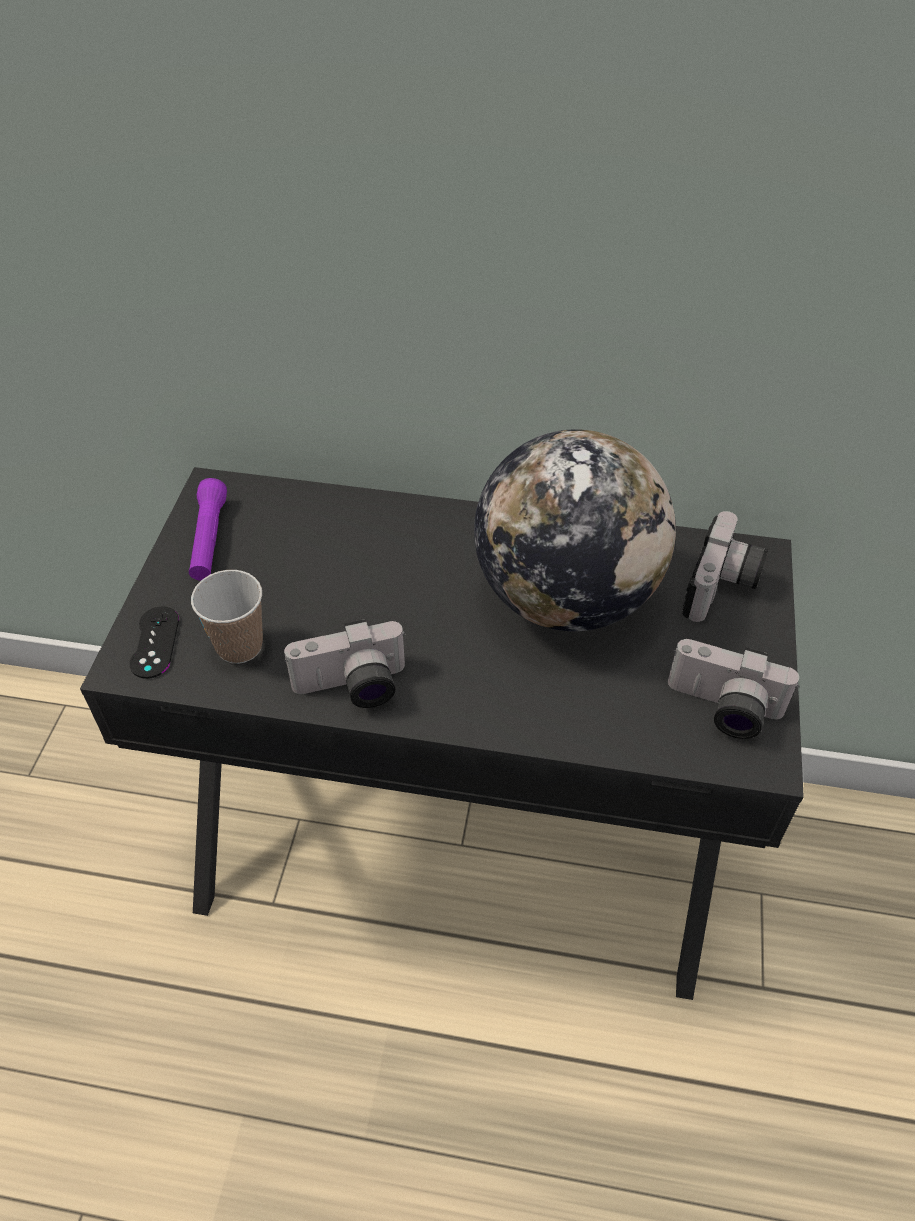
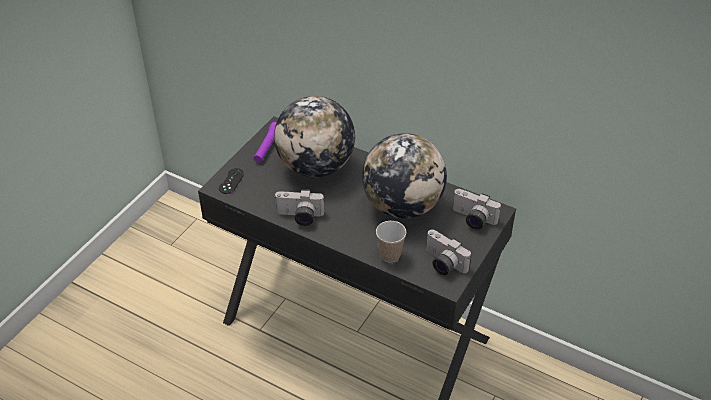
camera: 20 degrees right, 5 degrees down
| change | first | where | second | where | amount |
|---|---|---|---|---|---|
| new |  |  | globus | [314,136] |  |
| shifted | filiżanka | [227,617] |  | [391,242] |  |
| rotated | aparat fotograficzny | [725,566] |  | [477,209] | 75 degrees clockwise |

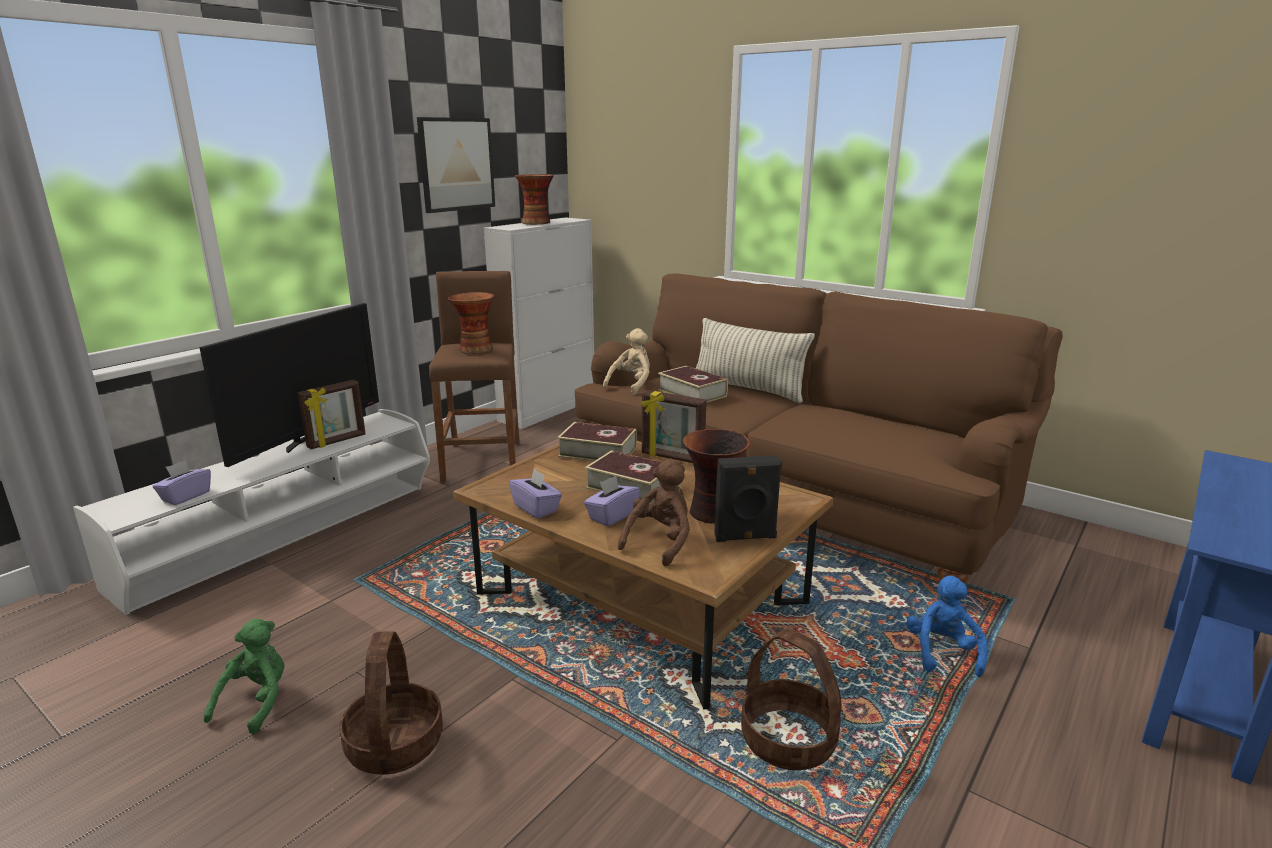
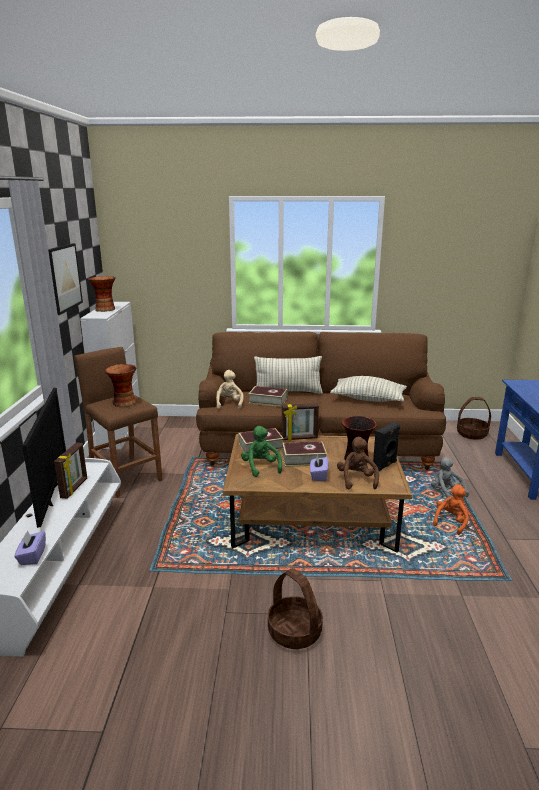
camera: 35 degrees left, 0 degrees up
| change | first | where | second | where | amount |
|---|---|---|---|---|---|
| shifted | pluszak [zielony] | [244,676] |  | [261,451] |  |
| new |  |  | poduszka | [368,389] |  |
| repainted | pluszak [niebieski] | [947,626] | pluszak [szary] | [450,477] |  |
| new |  |  | pluszak [pomarańczowy] | [451,509] |  |
| shifted | koszyk | [791,699] |  | [474,418] |  |
| gone | pudełko chusteczek [fioletowy] | [535,494] |  |  |  |

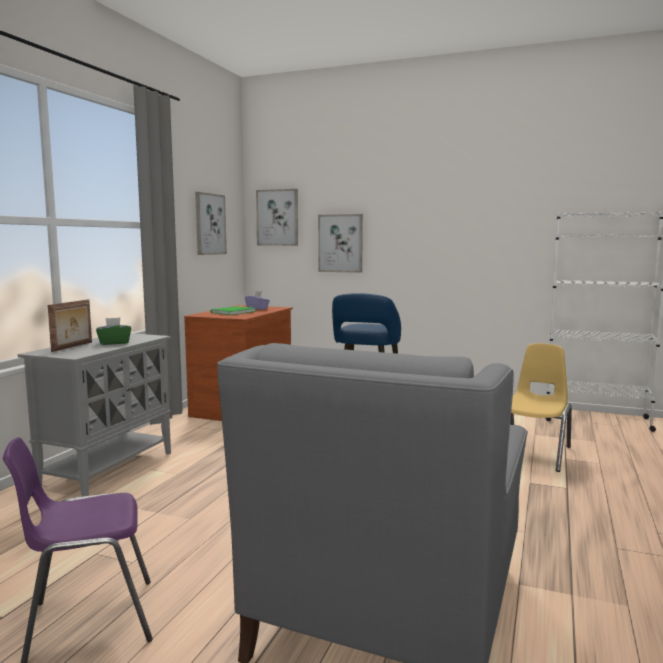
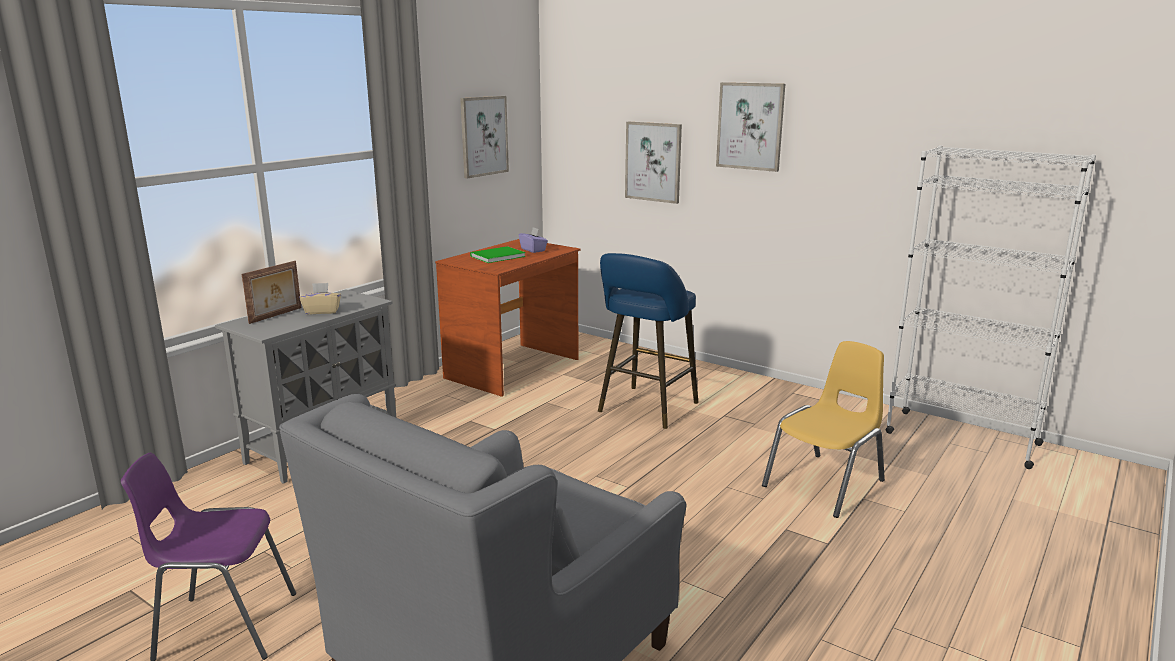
camera: 15 degrees right, 10 degrees up
| change | first | where | second | where | amount |
|---|---|---|---|---|---|
| repainted | pudełko chusteczek [zielony] | [113,331] | pudełko chusteczek [beżowy] | [320,298] |  |
| shifted | obraz | [277,217] |  | [750,127] |  |

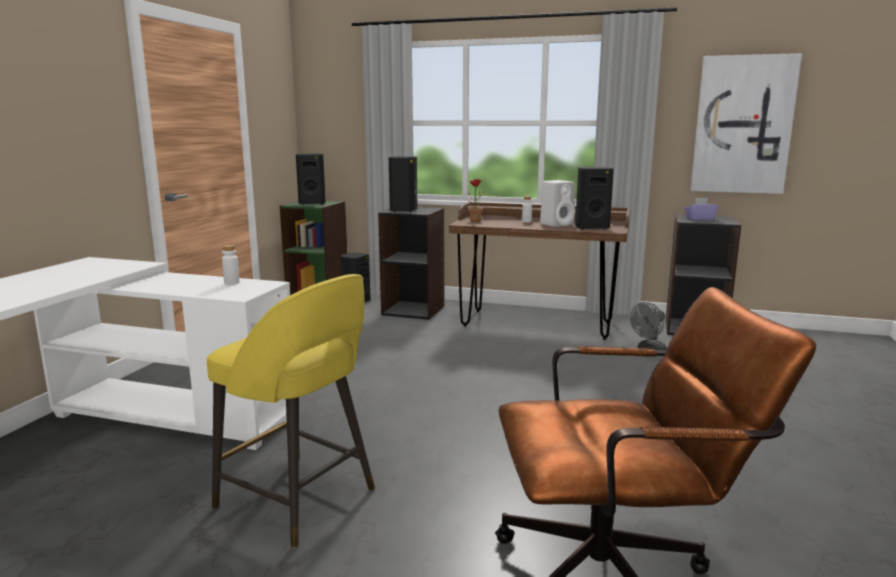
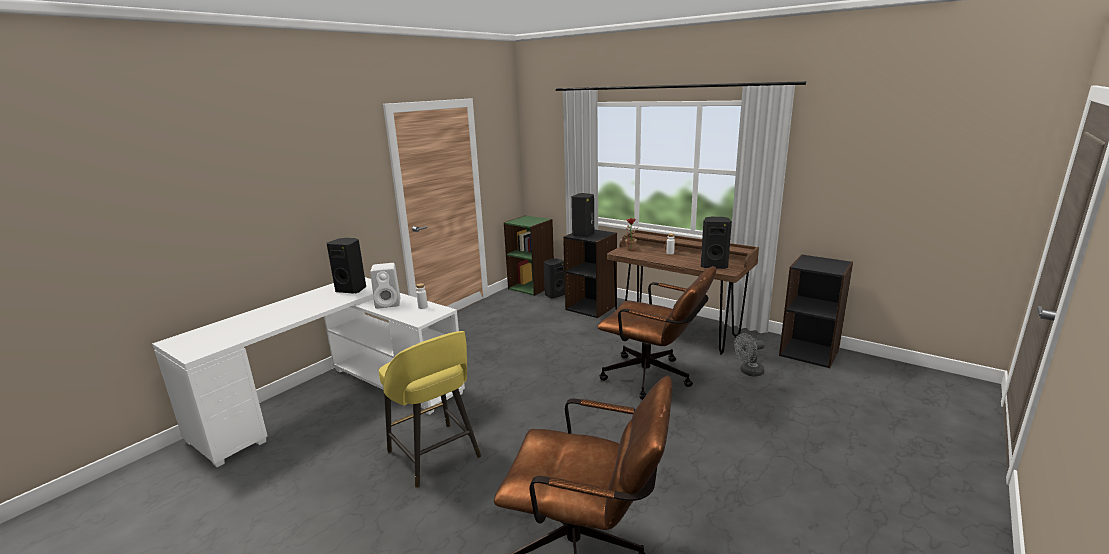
camera: 20 degrees right, 5 degrees up
| change | first | where | second | where | amount |
|---|---|---|---|---|---|
| shifted | głośnik [czarny] | [311,179] |  | [346,266] |  |
| shifted | głośnik [biały] | [557,203] |  | [385,286] |  |
| new |  |  | krzesło biurowe [brązowy] | [656,333] |  |
| gone | pudełko chusteczek [fioletowy] | [701,209] |  |  |  |
| gone | obraz | [746,123] |  |  |  |

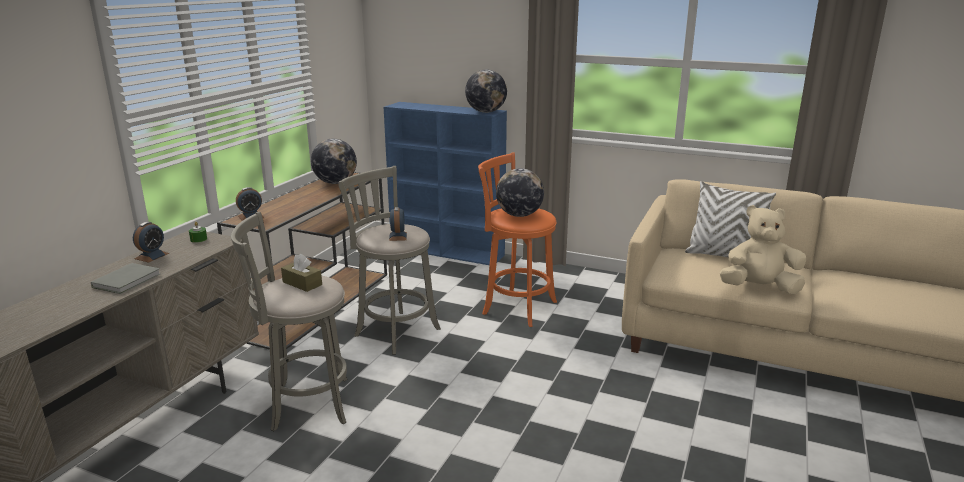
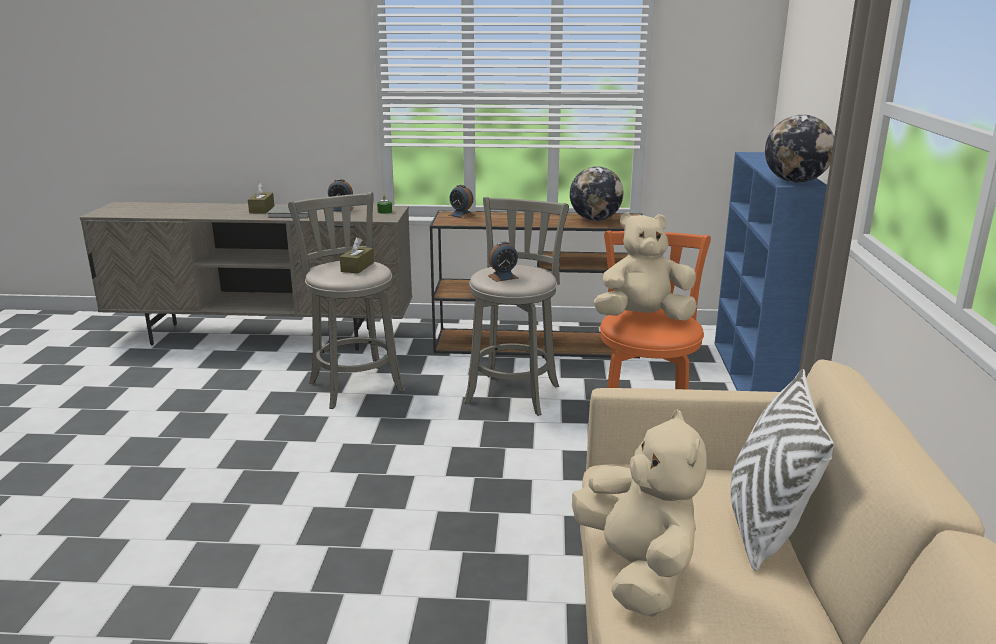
camera: 70 degrees right, 0 degrees up
| change | first | where | second | where | amount |
|---|---|---|---|---|---|
| new |  |  | pudełko chusteczek [brązowy] | [261,198] |  |
| swapped | globus | [520,192] | pluszak [beżowy] | [645,266] |  |

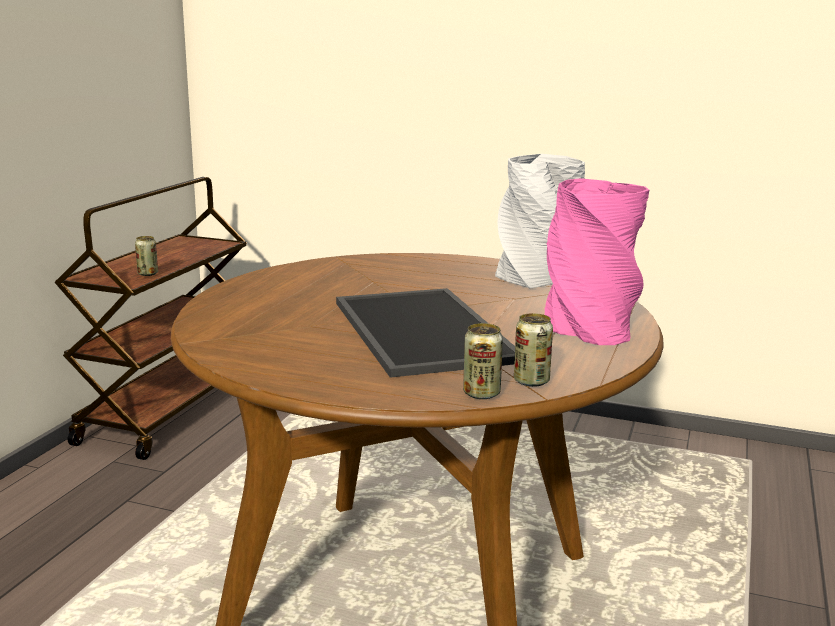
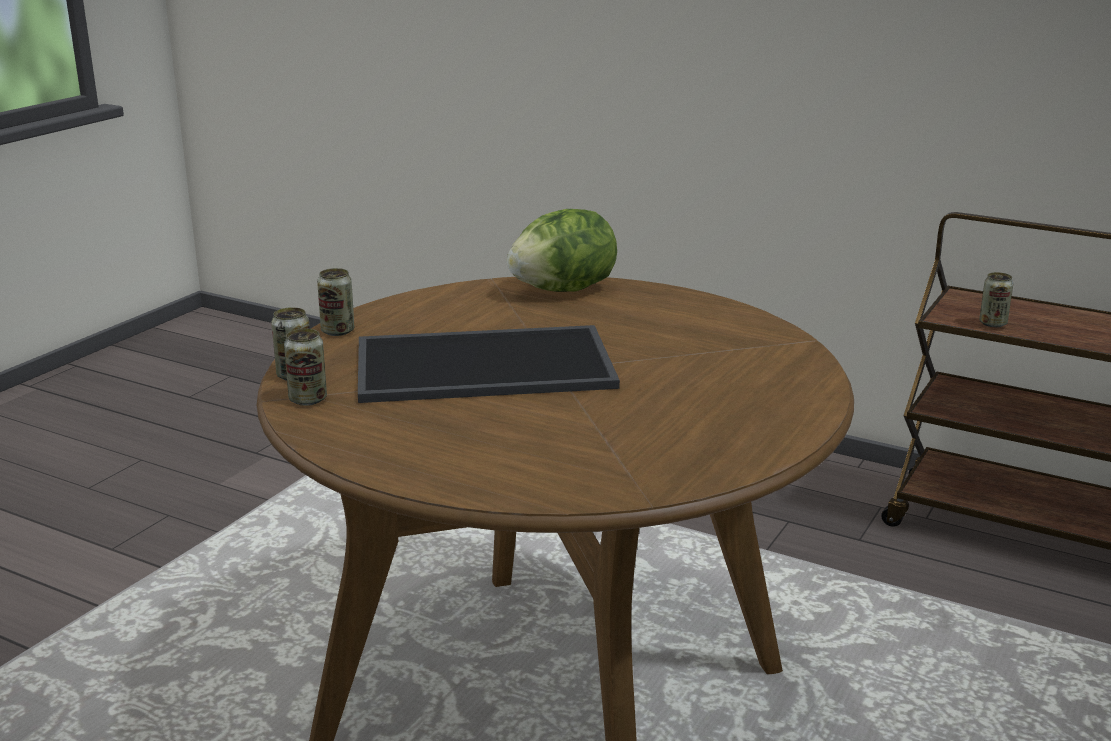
camera: 100 degrees right, 5 degrees up
| change | first | where | second | where | amount |
|---|---|---|---|---|---|
| new |  |  | puszka | [335,302] |  |
| new |  |  | sałata | [562,250] |  |
| gone | wazon [szary] | [540,221] |  |  |  |
| gone | wazon [różowy] | [597,261] |  |  |  |

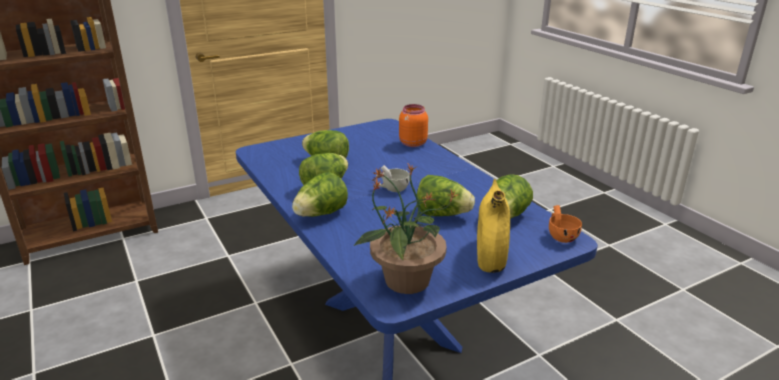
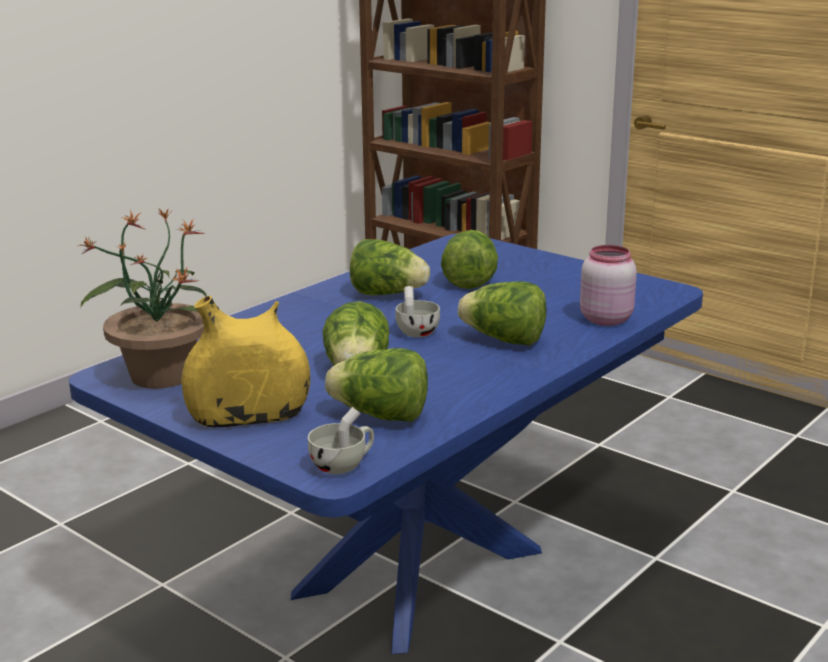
camera: 70 degrees right, 5 degrees down
| change | first | where | second | where | amount |
|---|---|---|---|---|---|
| repainted | filiżanka [pomarańczowy] | [565,224] | filiżanka [biały] | [341,440] |  |
| shifted | sałata | [320,194] |  | [502,313] |  |
| repainted | słoik [pomarańczowy] | [413,125] | słoik [różowy] | [608,285] |  |

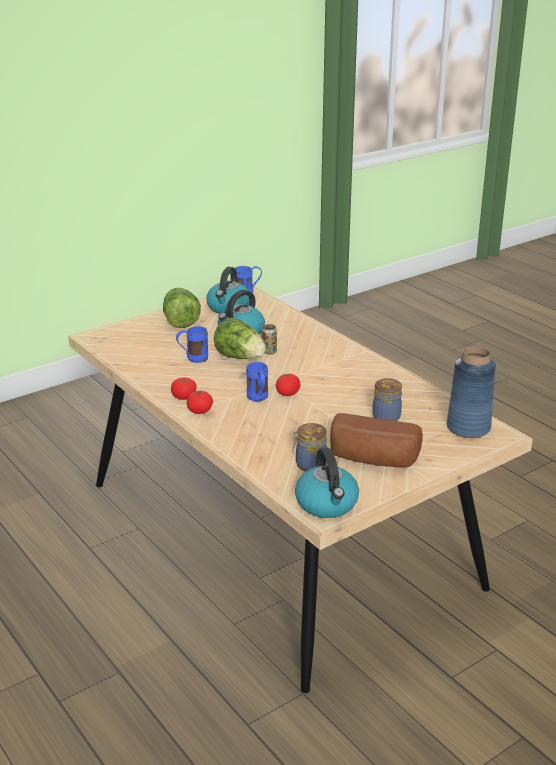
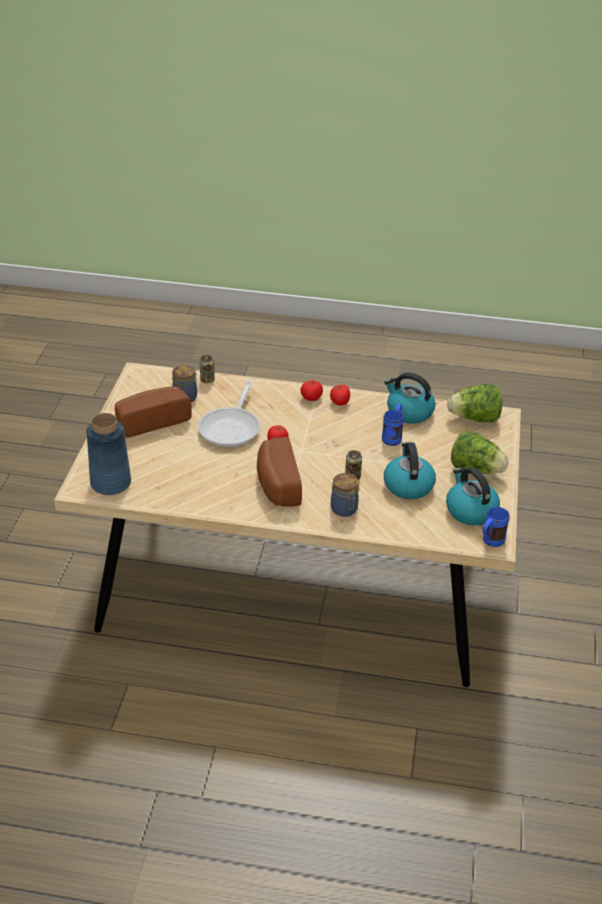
camera: 135 degrees right, 10 degrees up
| change | first | where | second | where | amount |
|---|---|---|---|---|---|
| new |  |  | patelnia | [229,413] |  |
| new |  |  | puszka | [207,369] |  |
| new |  |  | chleb | [279,472] |  |
| shifted | słoik | [387,399] |  | [345,495] |  |
| shifted | czajnik | [327,482] |  | [410,398] |  |
| shifted | sałata | [240,338] |  | [474,403] |  |
| gone | kubek [niebieski] | [257,382] |  |  |  |

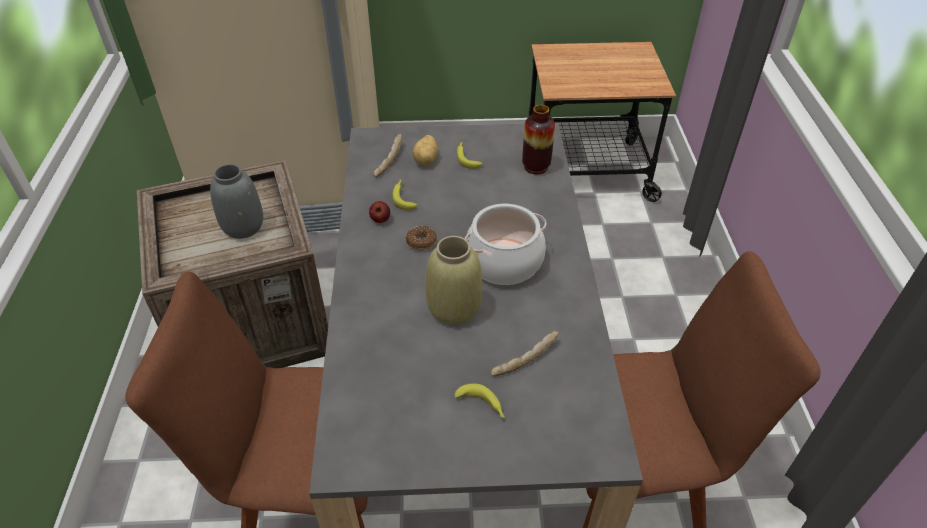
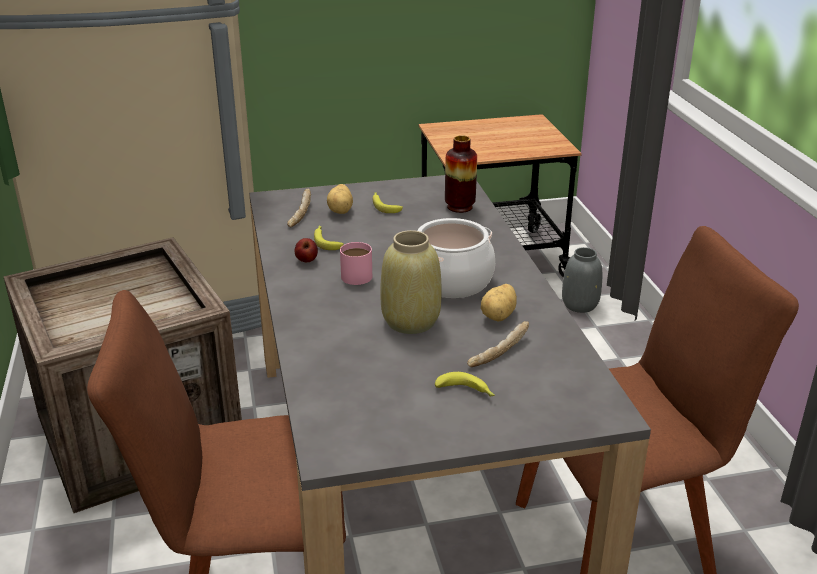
camera: 10 degrees left, 15 degrees down
| change | first | where | second | where | amount |
|---|---|---|---|---|---|
| swapped | donut | [421,238] | kubek [różowy] | [356,263] |  |
| new |  |  | ziemniak | [499,303] |  |
| shifted | wazon [szary] | [236,201] |  | [582,280] |  |

